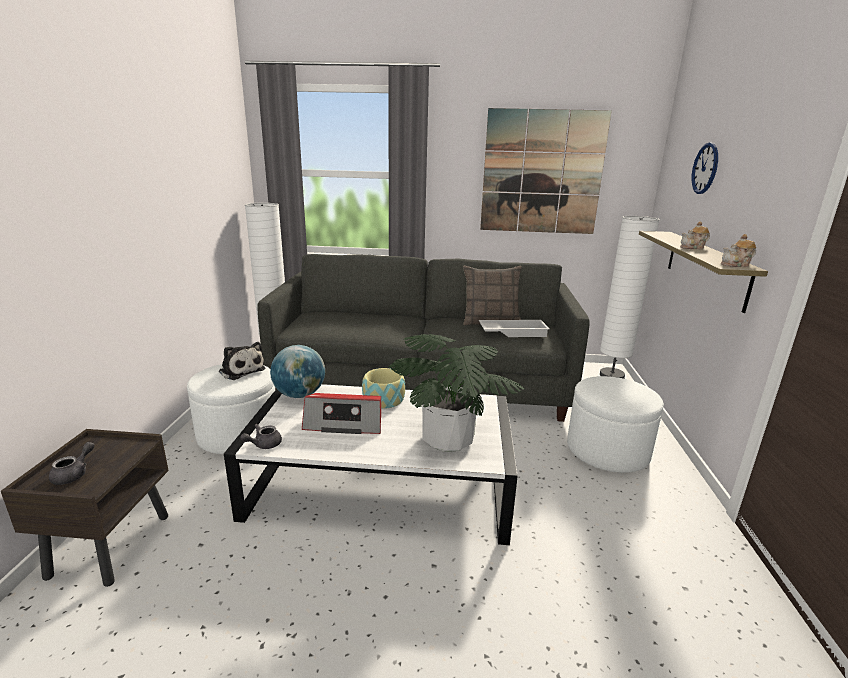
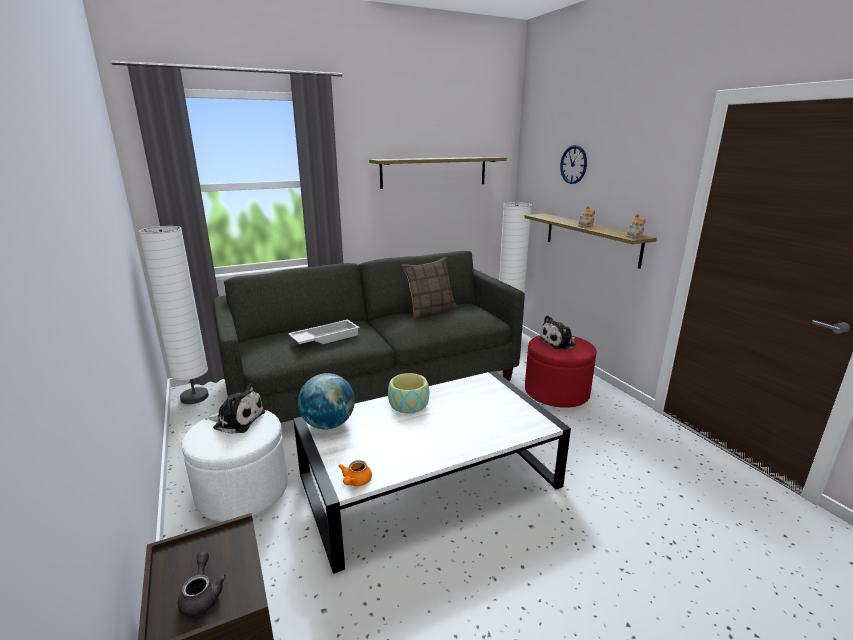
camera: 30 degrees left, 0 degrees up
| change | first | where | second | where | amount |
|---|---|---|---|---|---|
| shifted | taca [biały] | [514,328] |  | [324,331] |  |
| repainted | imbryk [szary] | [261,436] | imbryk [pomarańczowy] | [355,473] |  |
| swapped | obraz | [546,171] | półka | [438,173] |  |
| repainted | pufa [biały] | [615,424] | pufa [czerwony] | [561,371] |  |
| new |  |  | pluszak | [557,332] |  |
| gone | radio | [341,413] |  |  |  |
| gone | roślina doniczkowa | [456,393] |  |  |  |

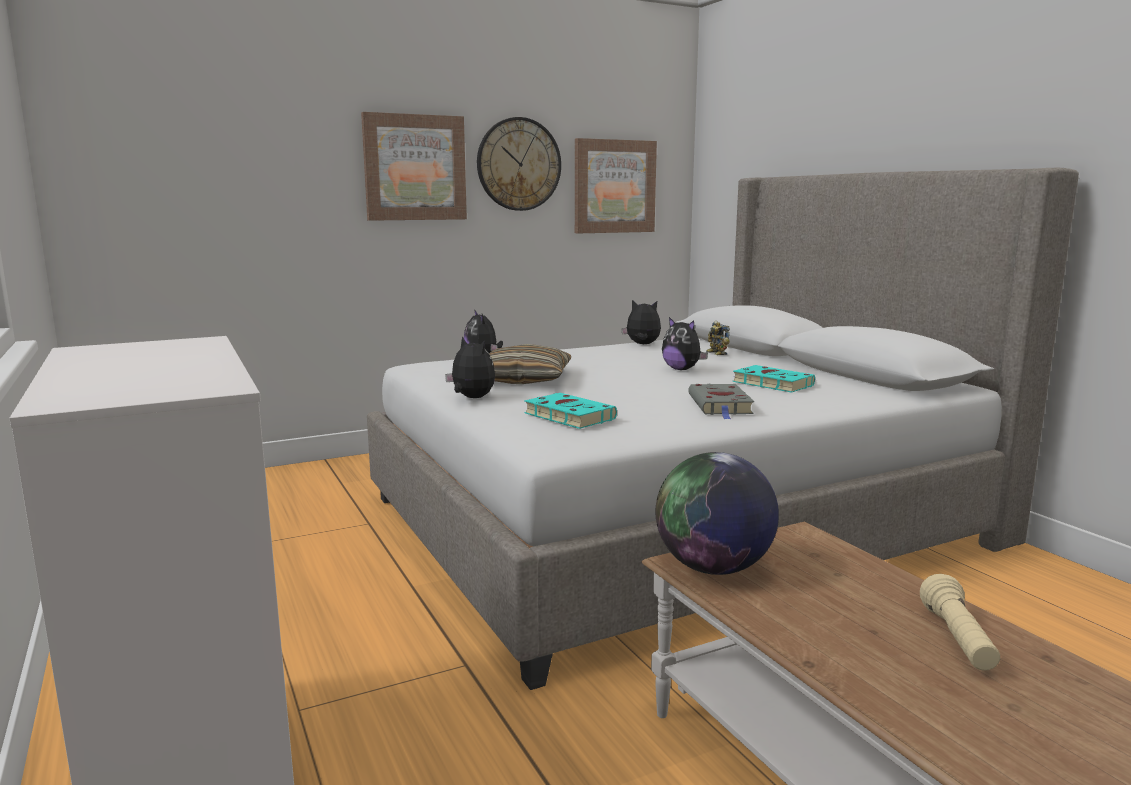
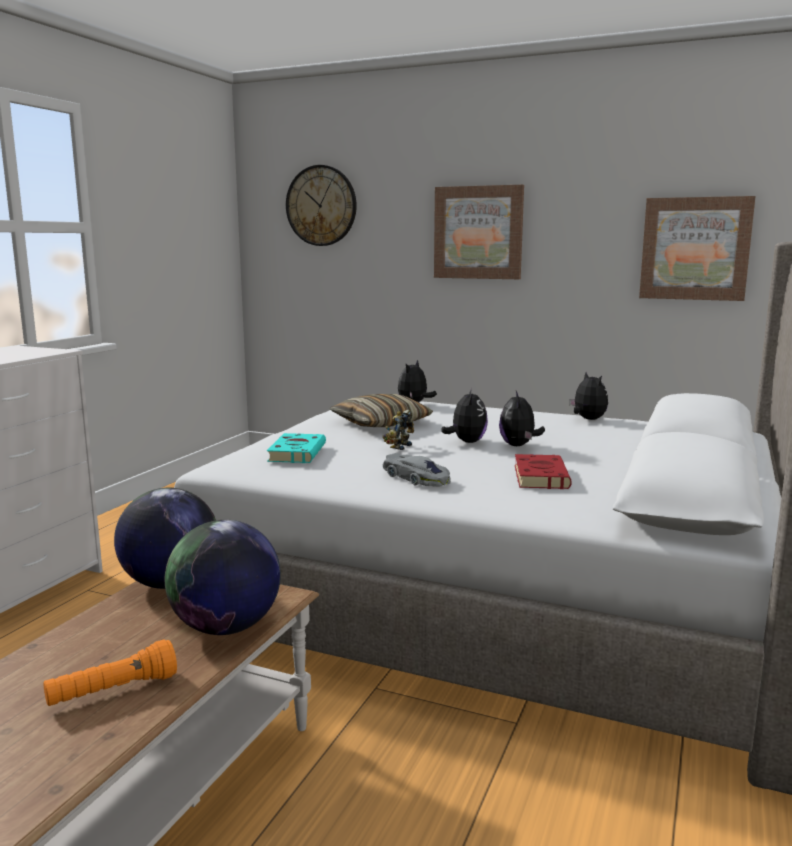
camera: 50 degrees right, 0 degrees up
| change | first | where | second | where | amount |
|---|---|---|---|---|---|
| repainted | latarka [beżowy] | [960,622] | latarka [pomarańczowy] | [110,673] |  |
| new |  |  | globus | [223,577] |  |
| shifted | zegar ścienny | [519,164] |  | [321,205] |  |
| shifted | robot zabawkowy | [718,338] |  | [398,430] |  |
| swapped | książka [szary] | [721,401] | samochodzik [szary] | [417,470] |  |
| shifted | pluszak | [470,367] |  | [464,415] |  |
| repainted | książka [turkusowy] | [774,379] | książka [czerwony] | [543,471] |  |

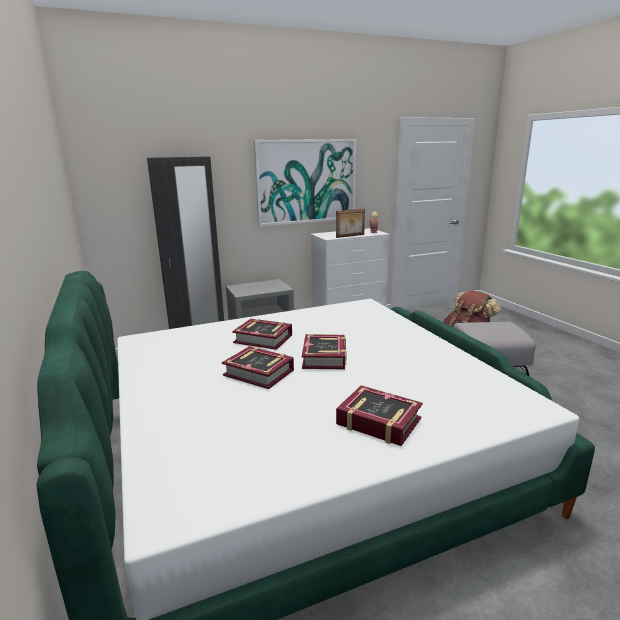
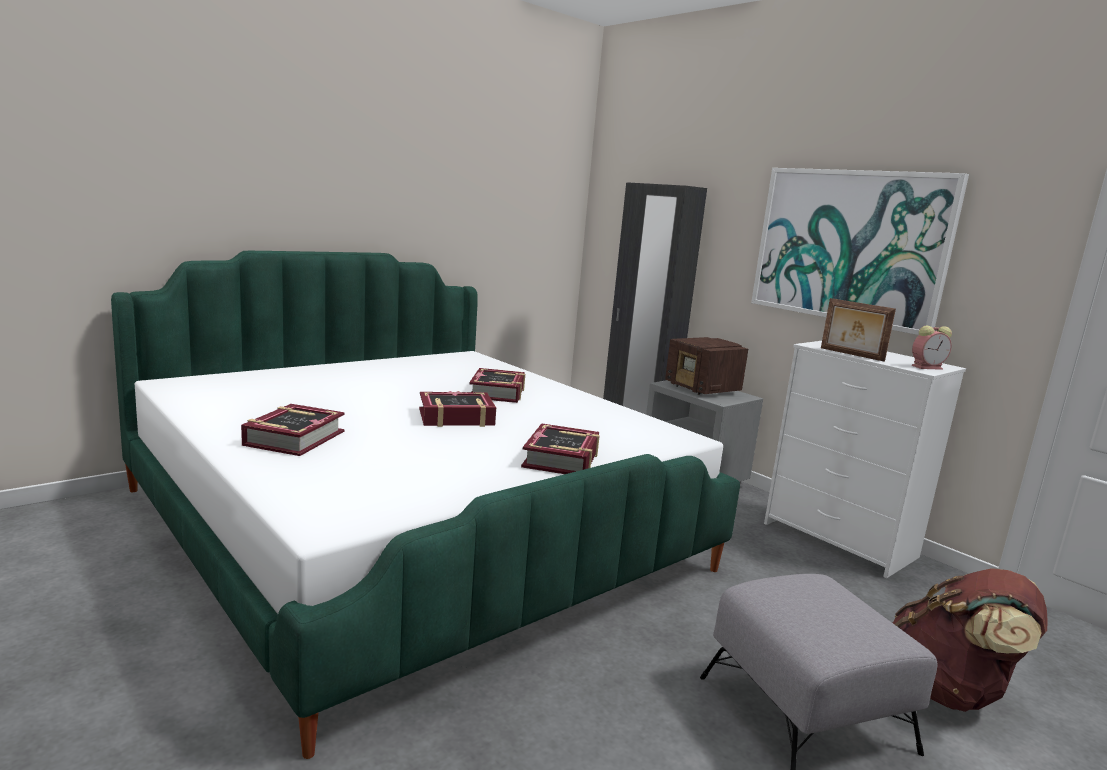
camera: 70 degrees right, 5 degrees down
| change | first | where | second | where | amount |
|---|---|---|---|---|---|
| shifted | książka | [258,367] |  | [560,448] |  |
| new |  |  | radio | [706,366] |  |

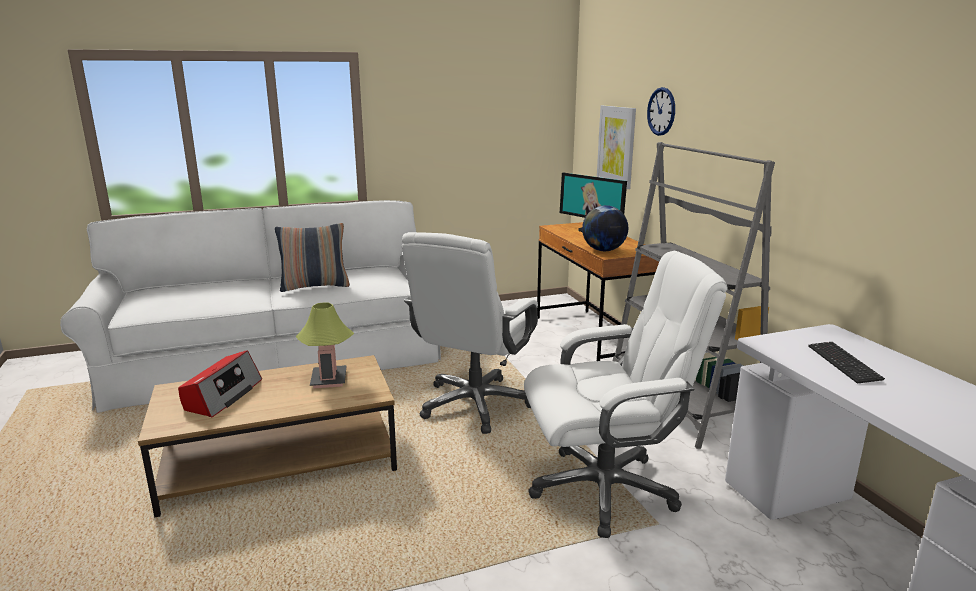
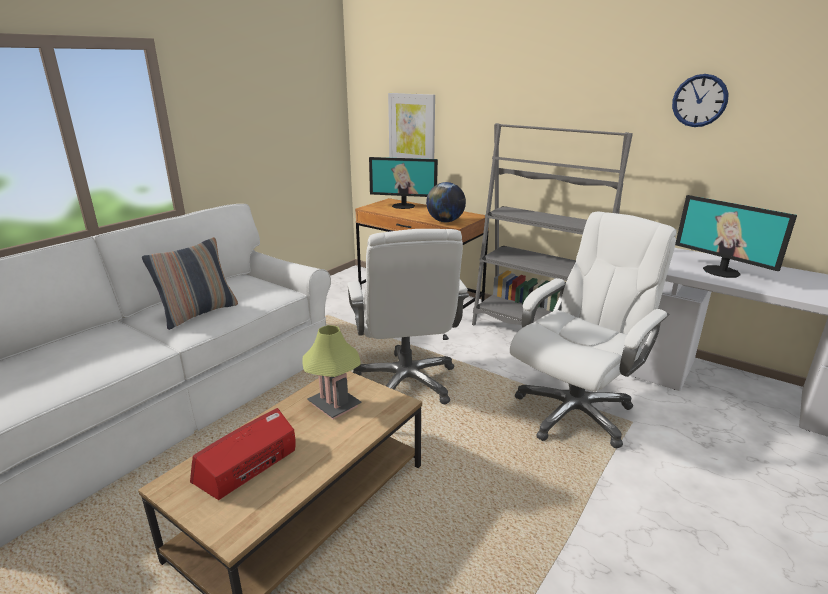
camera: 35 degrees left, 5 degrees up
| change | first | where | second | where | amount |
|---|---|---|---|---|---|
| rotated | radio | [220,383] |  | [243,454] | 120 degrees counterclockwise |
| shifted | zegar ścienny | [661,111] |  | [700,100] |  |
| swapped | klawiatura | [846,363] | monitor | [736,236] |  |

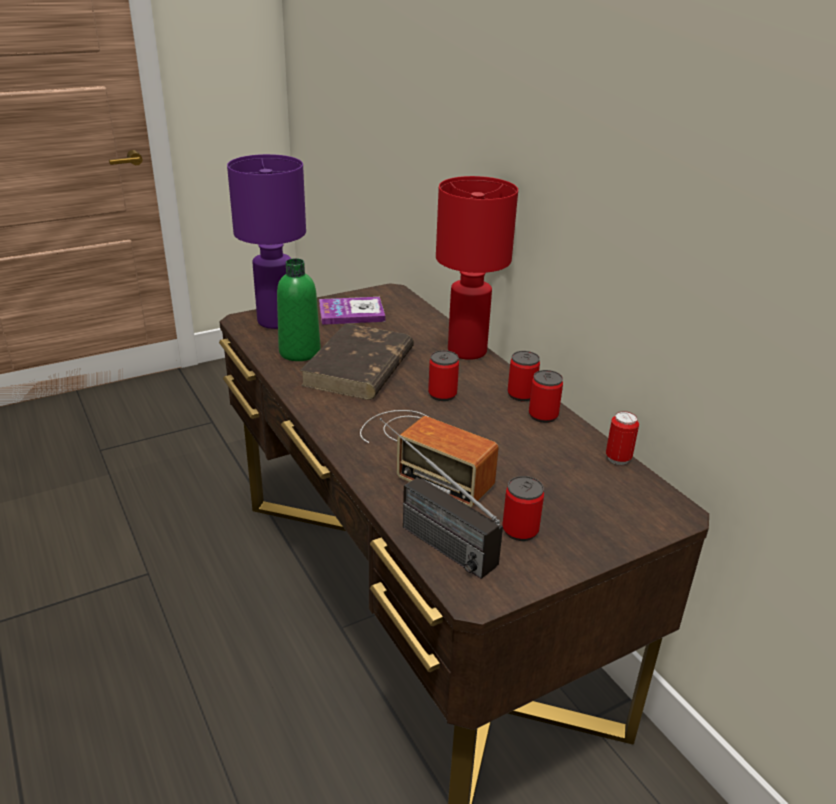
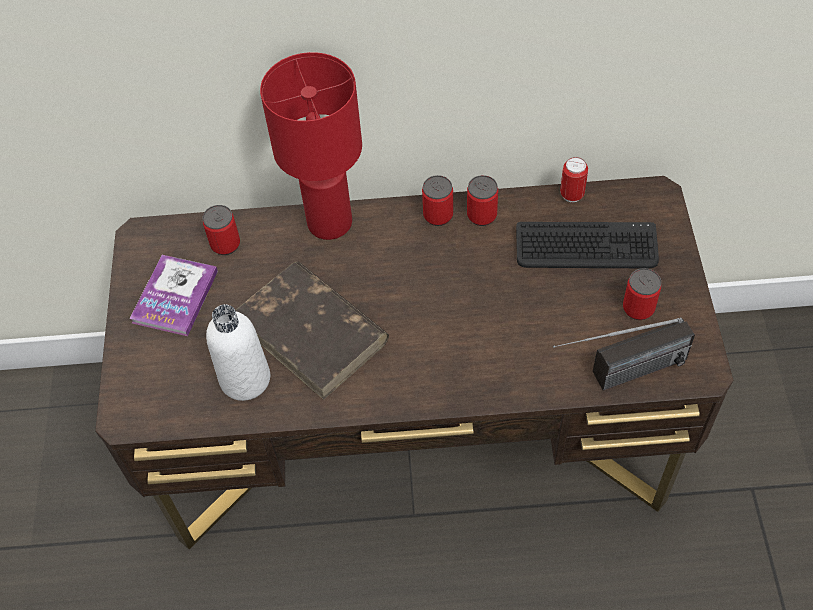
camera: 60 degrees left, 25 degrees up
| change | first | where | second | where | amount |
|---|---|---|---|---|---|
| shifted | puszka | [443,375] |  | [221,230] |  |
| repainted | butelka [zielony] | [299,309] | butelka [biały] | [238,352] |  |
| new |  |  | klawiatura | [587,245] |  |
| gone | lampa stołowa [fioletowy] | [266,241] |  |  |  |
| gone | radio | [429,458] |  |  |  |

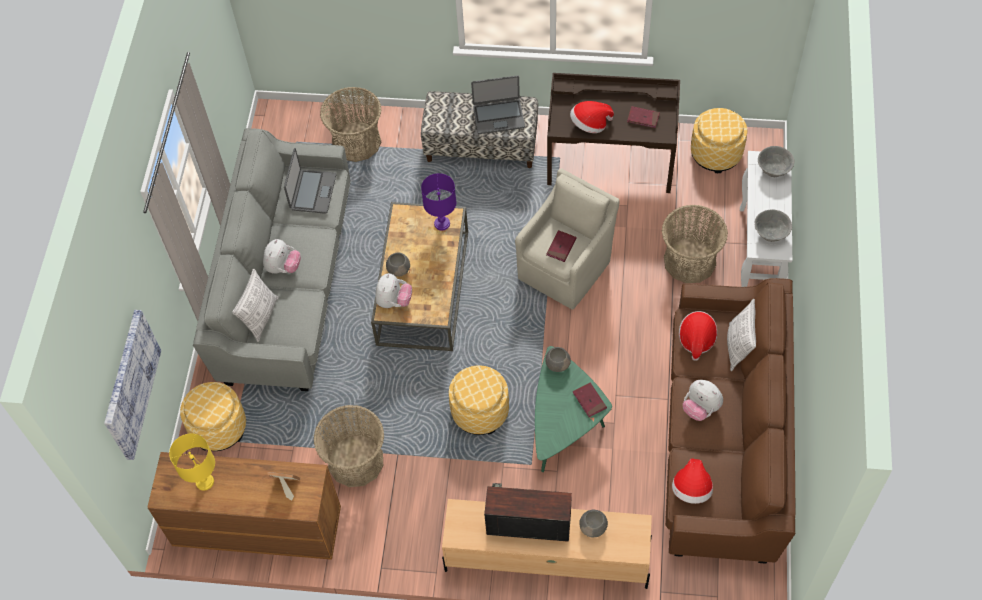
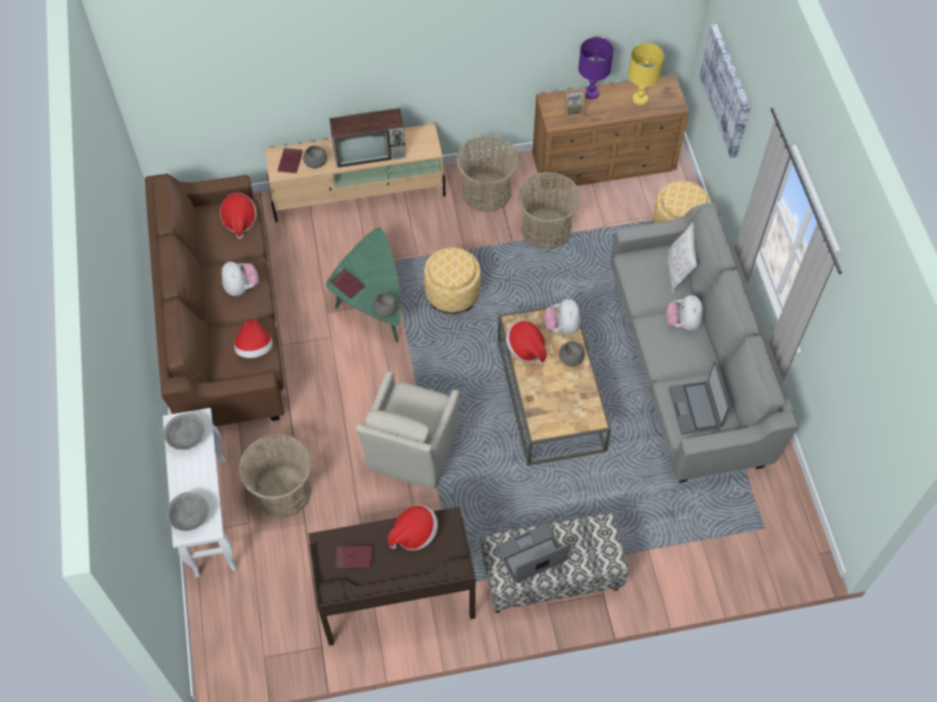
camera: 160 degrees right, 0 degrees up
| change | first | where | second | where | amount |
|---|---|---|---|---|---|
| rotated | pluszak | [703,400] |  | [240,279] | 45 degrees clockwise |
| shifted | książka [czerwony] | [561,246] |  | [290,160] |  |
| shifted | koszyk | [351,124] |  | [487,173] |  |
| new |  |  | kapelusz | [526,342] |  |
| shifted | lampa stołowa [fioletowy] | [438,201] |  | [595,68] |  |
| gone | pufa | [719,140] |  |  |  |
| gone | poduszka | [741,335] |  |  |  |

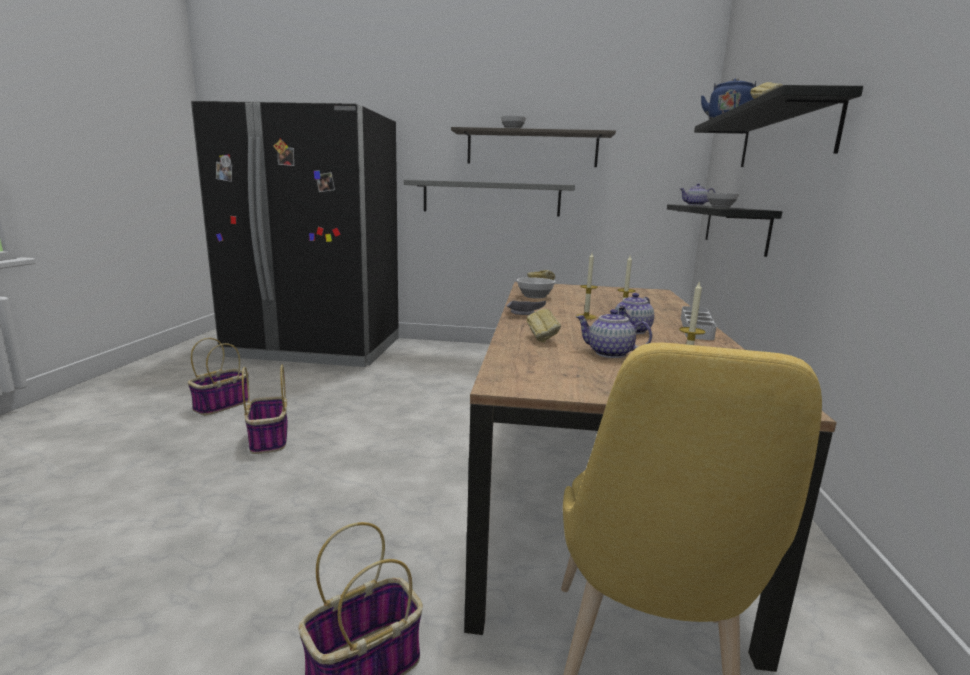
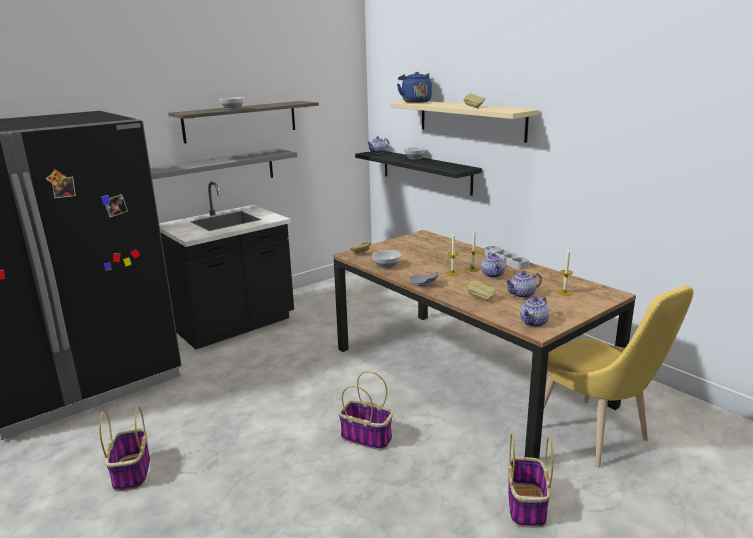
camera: 45 degrees left, 5 degrees up
| change | first | where | second | where | amount |
|---|---|---|---|---|---|
| new |  |  | zabudowa kuchenna [czarny] | [226,265] |  |
| shifted | koszyk | [264,409] |  | [365,410] |  |
| repainted | półka [czarny] | [778,126] | półka [beżowy] | [464,122] |  |
| new |  |  | imbryk | [535,311] |  |

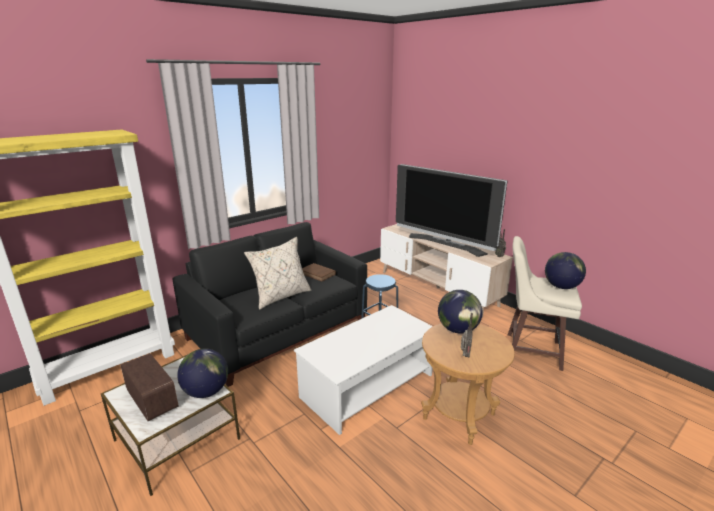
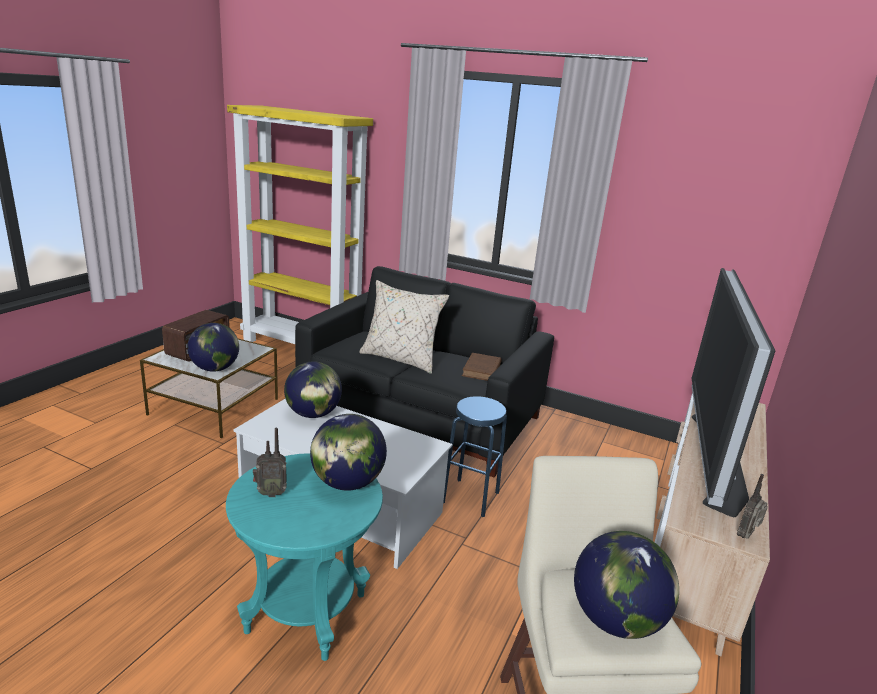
camera: 65 degrees right, 0 degrees up
| change | first | where | second | where | amount |
|---|---|---|---|---|---|
| repainted | stolik [brązowy] | [468,384] | stolik [turkusowy] | [304,557] |  |
| new |  |  | globus | [313,389] |  |

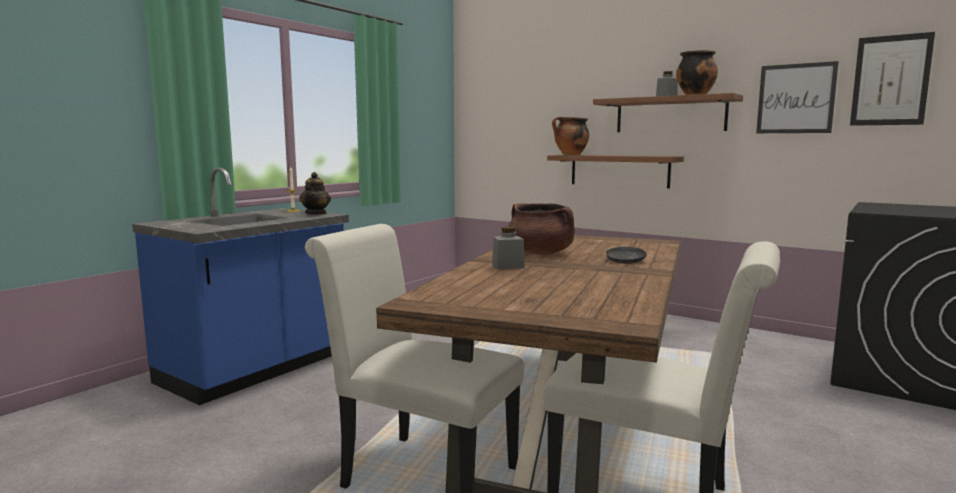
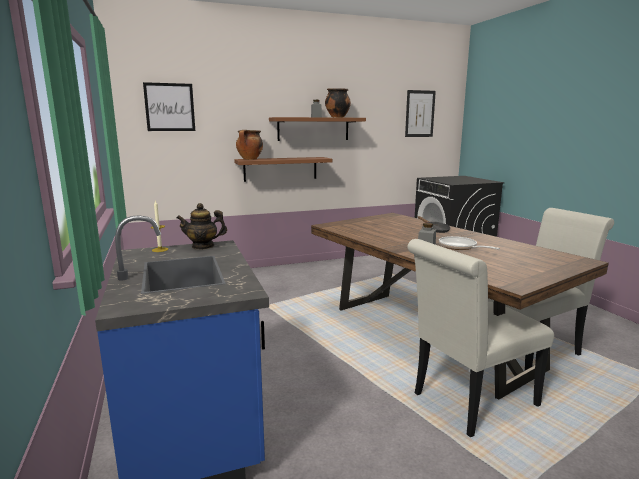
camera: 55 degrees left, 5 degrees up
| change | first | where | second | where | amount |
|---|---|---|---|---|---|
| shifted | obraz | [797,97] |  | [169,106] |  |
| rotated | imbryk | [315,193] |  | [201,226] | 135 degrees clockwise |
| new |  |  | patelnia | [469,243] |  |
| gone | garnek [brązowy] | [541,229] |  |  |  |

